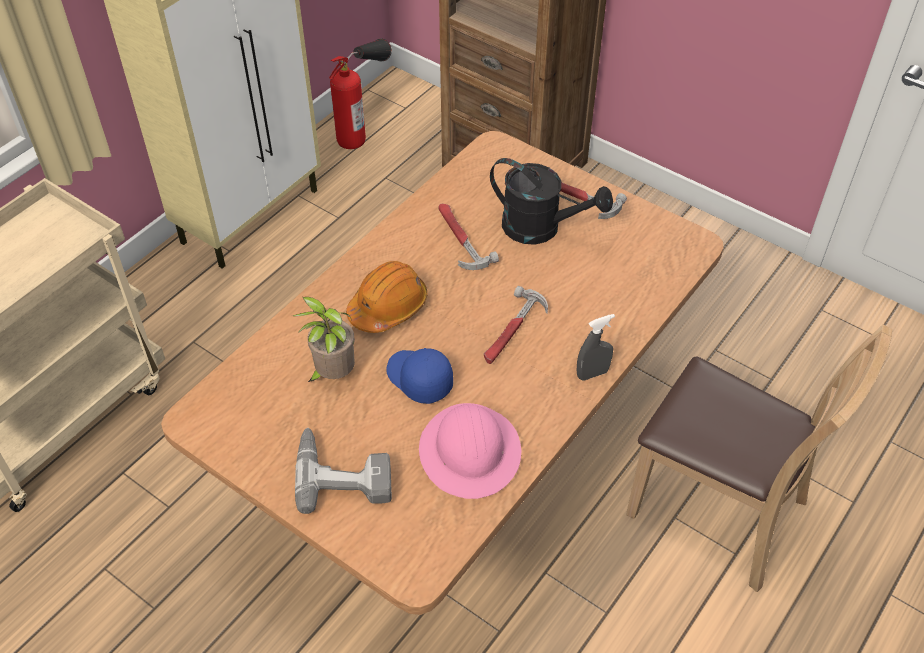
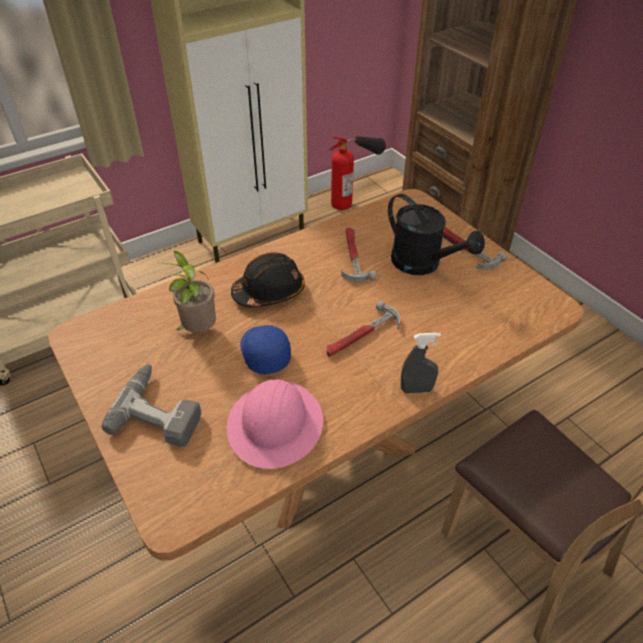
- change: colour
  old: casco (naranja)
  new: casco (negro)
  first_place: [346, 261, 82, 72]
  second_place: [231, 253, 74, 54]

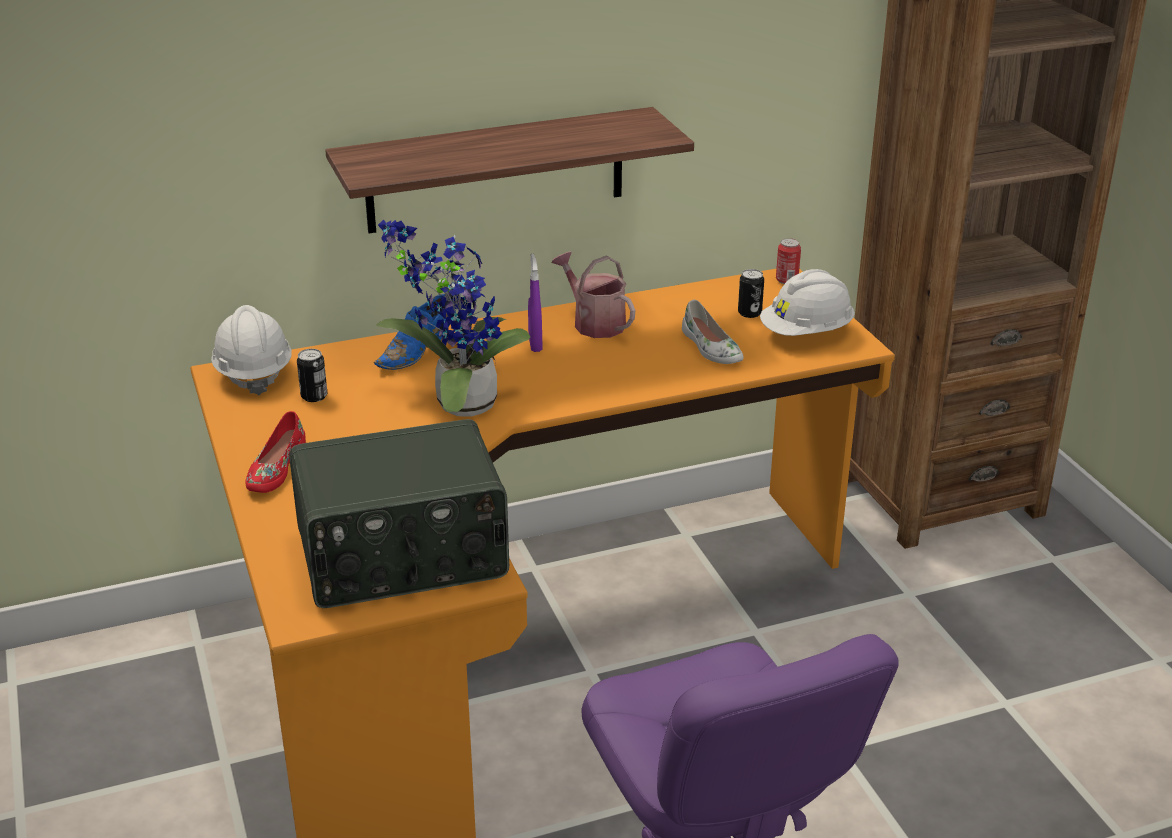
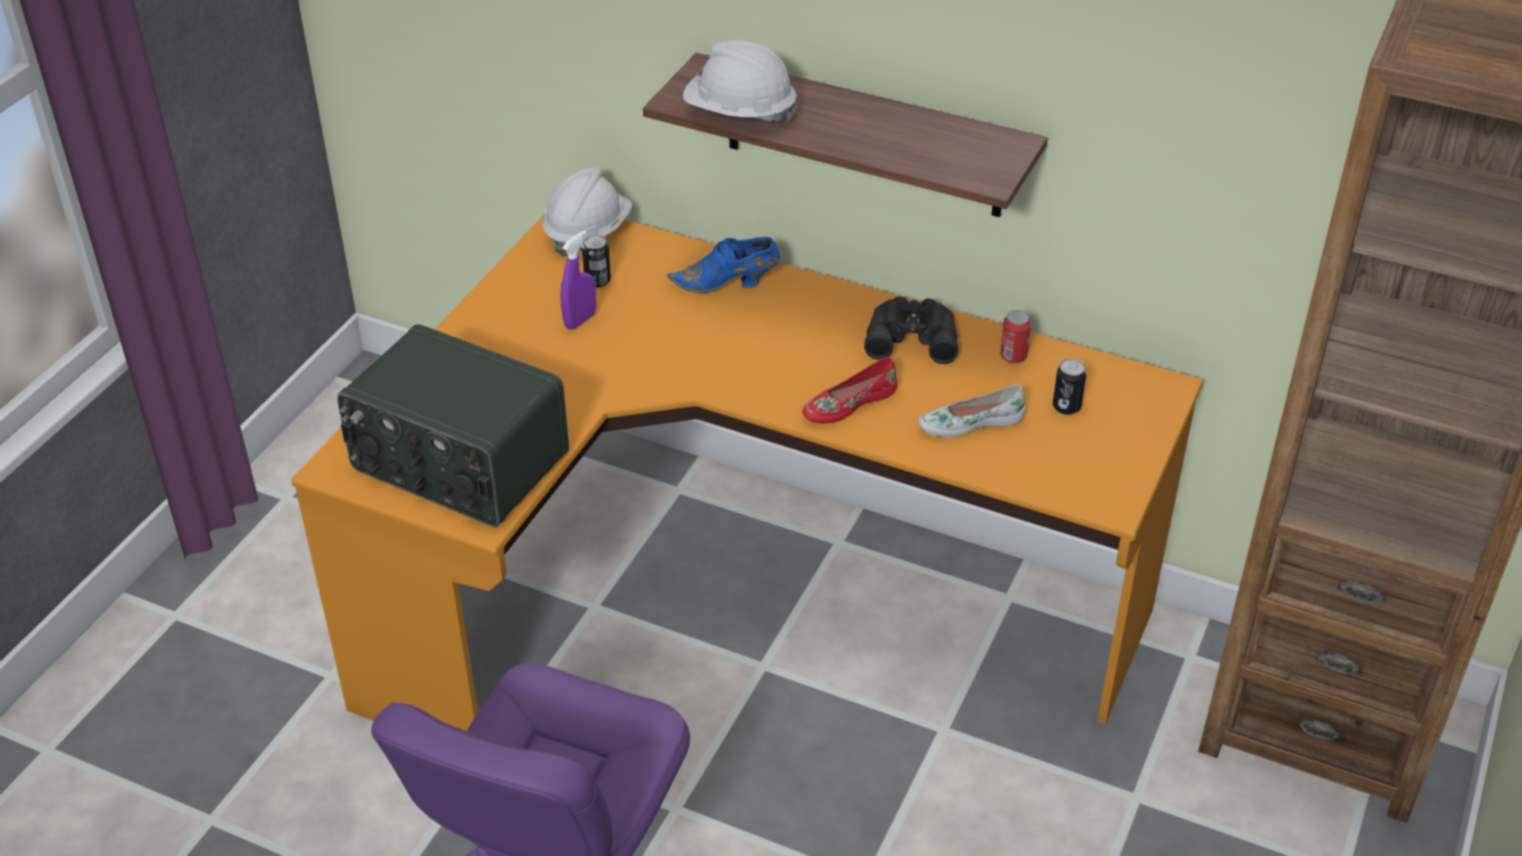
- change: missing
  old: planta en maceta
  first_place: [376, 220, 154, 197]
- change: relocated
  old: zapato (rojo)
  first_place: [245, 411, 61, 82]
  second_place: [802, 357, 95, 67]
- change: relocated
  old: pulverizador (morado)
  first_place: [528, 254, 15, 98]
  second_place: [560, 230, 36, 100]
- change: relocated
  old: casco (blanco)
  first_place: [760, 269, 95, 67]
  second_place: [683, 40, 115, 82]
- change: relocated
  old: lata
  first_place: [776, 238, 25, 46]
  second_place: [1000, 310, 31, 53]
- change: exchanged
  old: regadera
  new: prismáticos (negro)
  first_place: [552, 252, 83, 86]
  second_place: [864, 297, 94, 67]
- change: spun
  old: zapato (blanco)
  first_place: [682, 300, 62, 64]
  second_place: [918, 384, 108, 53]
  degrees: 60

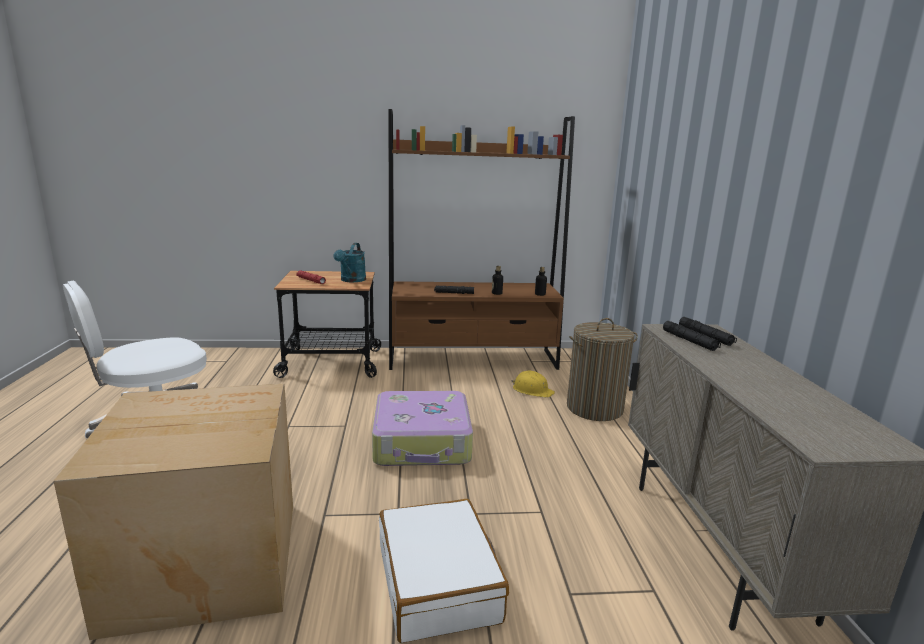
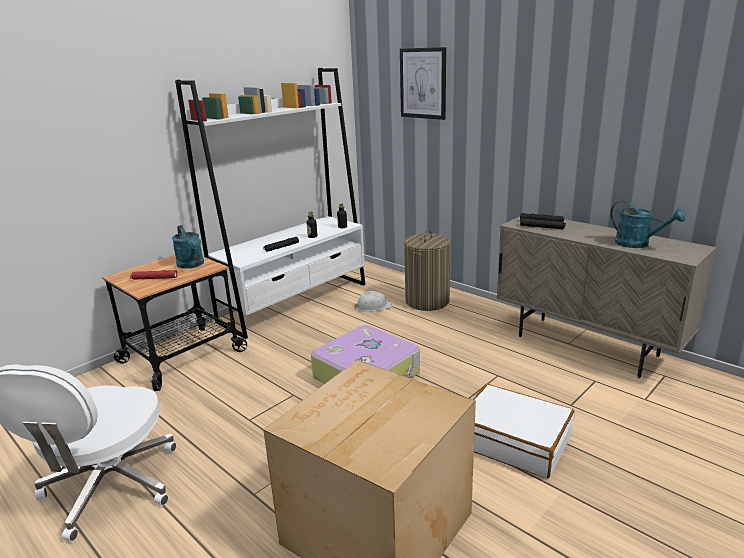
- change: appeared
  new: cuadro
  second_place: [400, 47, 46, 73]
- change: appeared
  new: regadera (turquesa)
  second_place: [610, 201, 76, 47]
- change: colour
  old: estantería (marrón)
  new: estantería (blanco)
  first_place: [388, 109, 187, 261]
  second_place: [175, 68, 191, 271]
- change: colour
  old: casco (amarillo)
  new: casco (blanco)
  first_place: [512, 371, 43, 27]
  second_place: [354, 291, 38, 21]

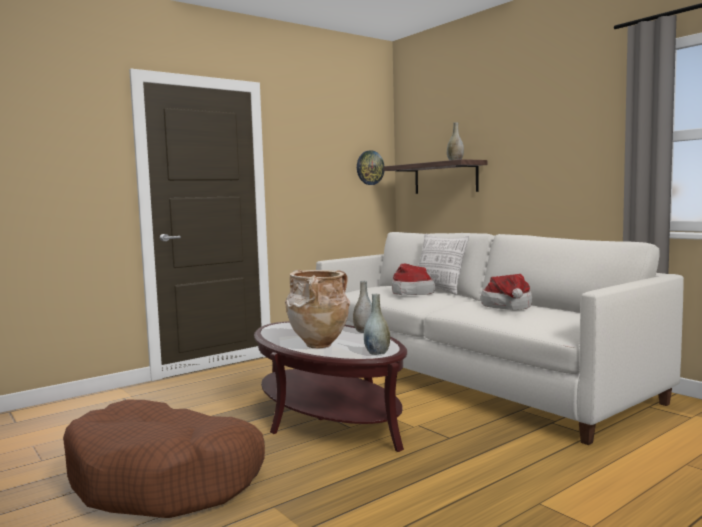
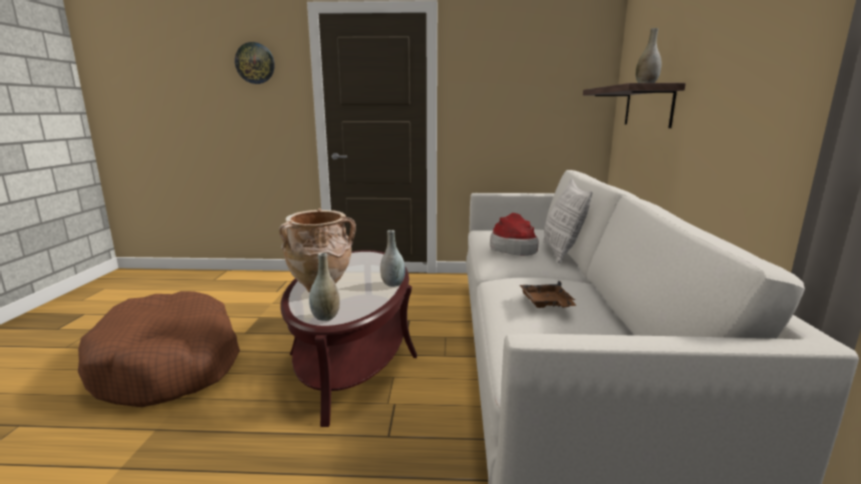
- change: relocated
  old: reloj de pared
  first_place: [357, 150, 27, 35]
  second_place: [235, 42, 40, 42]
- change: exchanged
  old: sombrero
  new: bandeja (marrón)
  first_place: [481, 274, 51, 36]
  second_place: [519, 281, 58, 27]

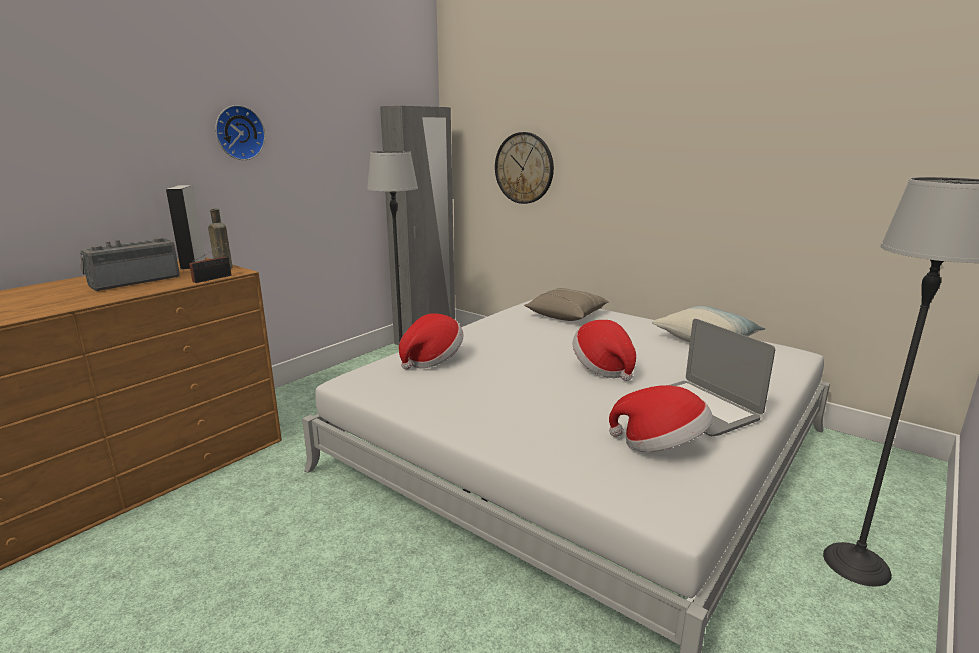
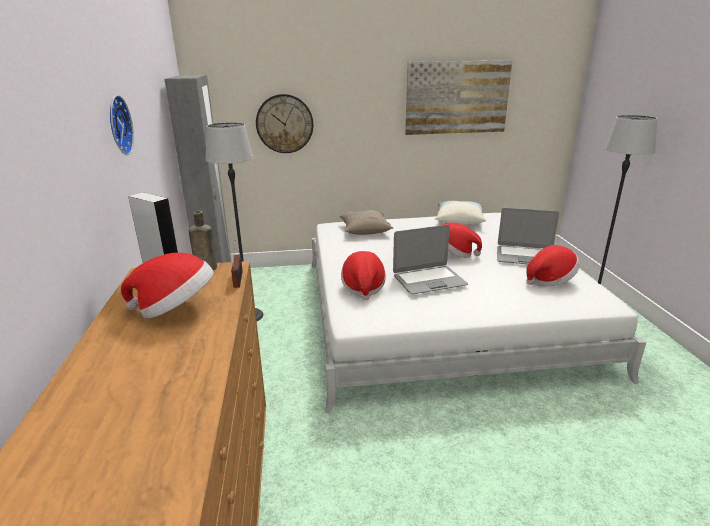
- change: appeared
  new: portátil
  second_place: [393, 225, 75, 69]
- change: appeared
  new: cuadro
  second_place: [405, 60, 107, 75]
- change: exchanged
  old: radio
  new: sombrero
  first_place: [80, 238, 100, 53]
  second_place: [121, 253, 93, 65]

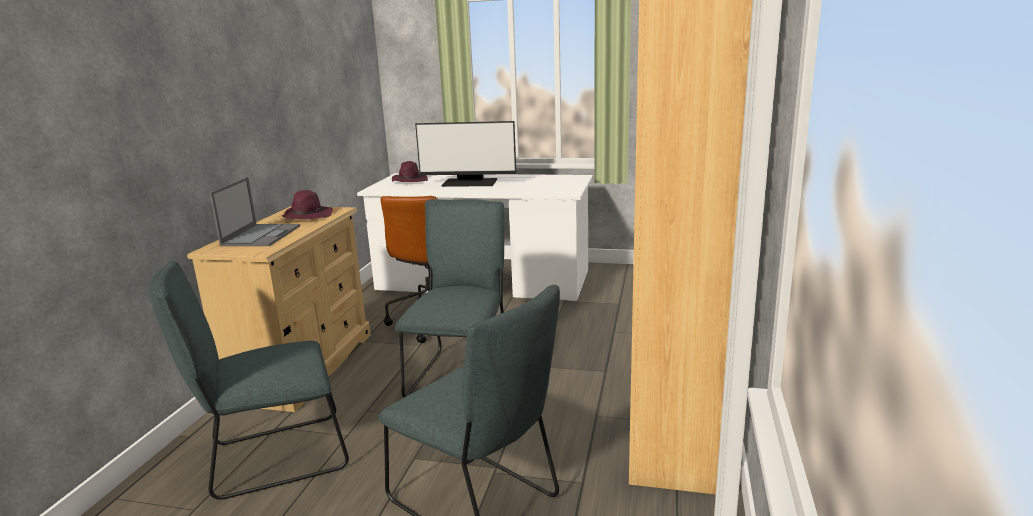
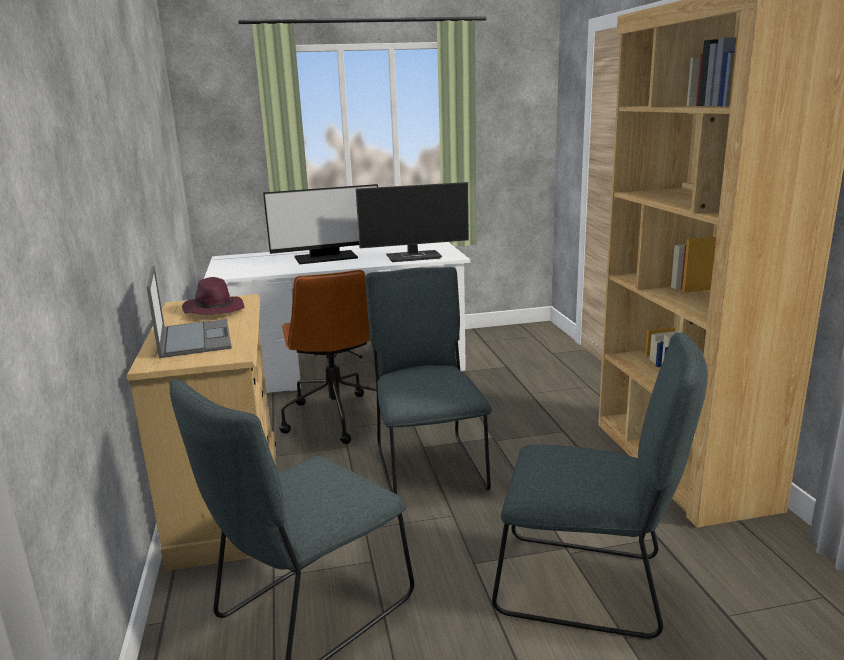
- change: missing
  old: sombrero (morado)
  first_place: [392, 161, 36, 21]
- change: appeared
  new: monitor
  second_place: [356, 182, 113, 80]

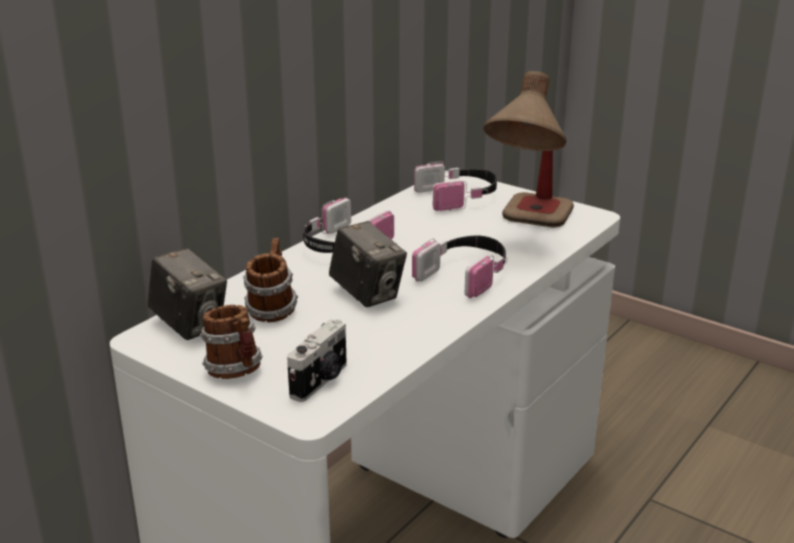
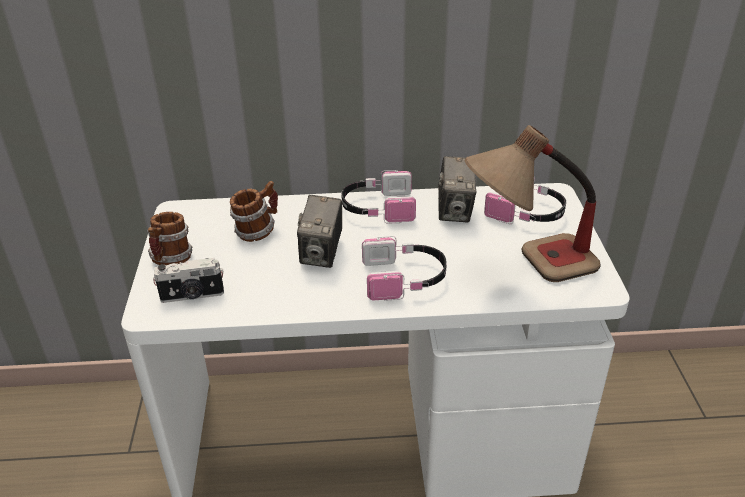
- change: relocated
  old: cámara
  first_place: [148, 248, 79, 92]
  second_place: [438, 156, 39, 66]

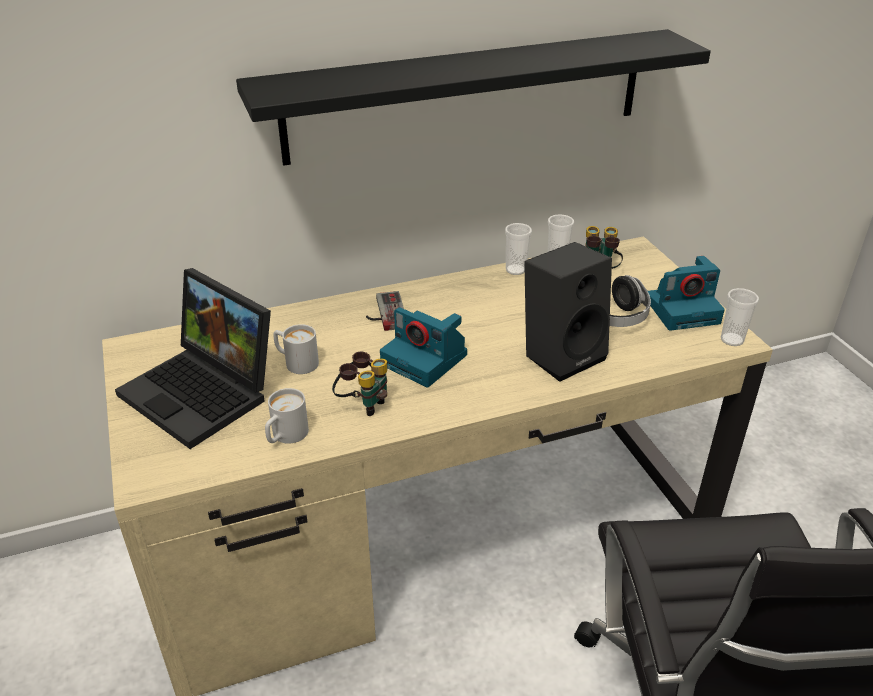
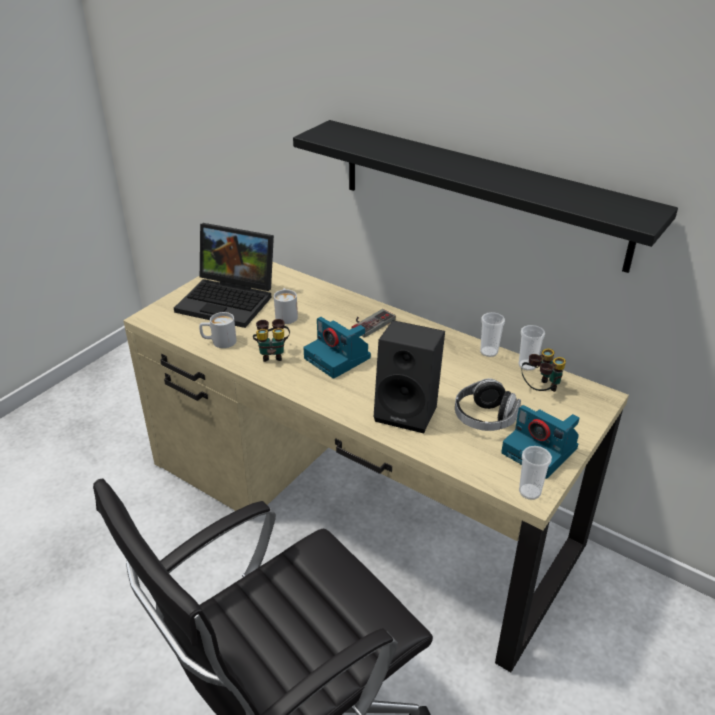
- change: spun
  old: portátil
  first_place: [115, 268, 156, 181]
  second_place: [174, 223, 100, 105]
  degrees: -75
- change: spun
  old: cámara
  first_place: [380, 307, 87, 80]
  second_place: [303, 317, 68, 62]
  degrees: -45

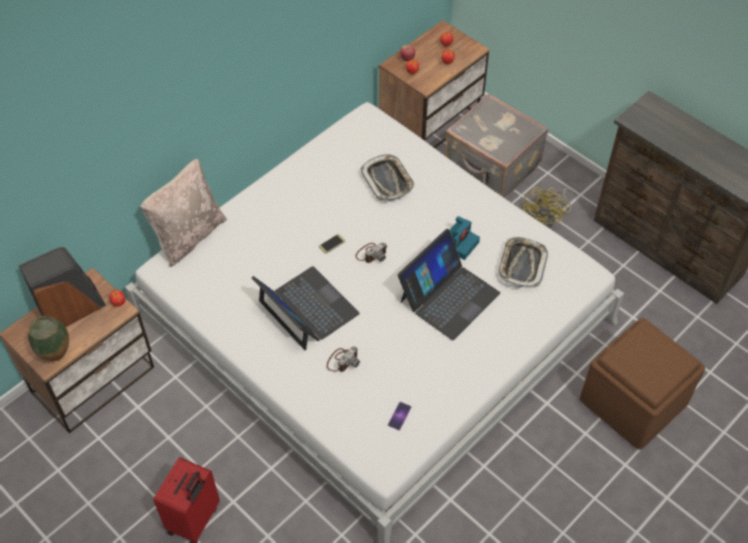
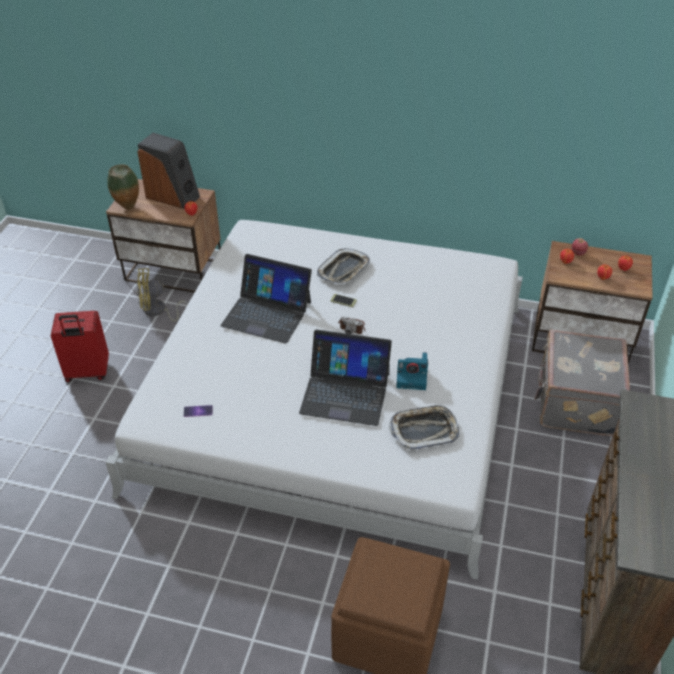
- change: missing
  old: cojín (beis)
  first_place: [140, 159, 87, 108]
- change: missing
  old: cámara
  first_place: [327, 347, 33, 25]
- change: relocated
  old: bandeja
  first_place: [360, 154, 55, 48]
  second_place: [317, 248, 53, 35]
- change: relocated
  old: ventilador (amarillo)
  first_place: [523, 187, 49, 41]
  second_place: [137, 268, 51, 54]
- change: spun
  old: portátil
  first_place: [252, 266, 108, 85]
  second_place: [221, 254, 91, 90]
  degrees: 90

